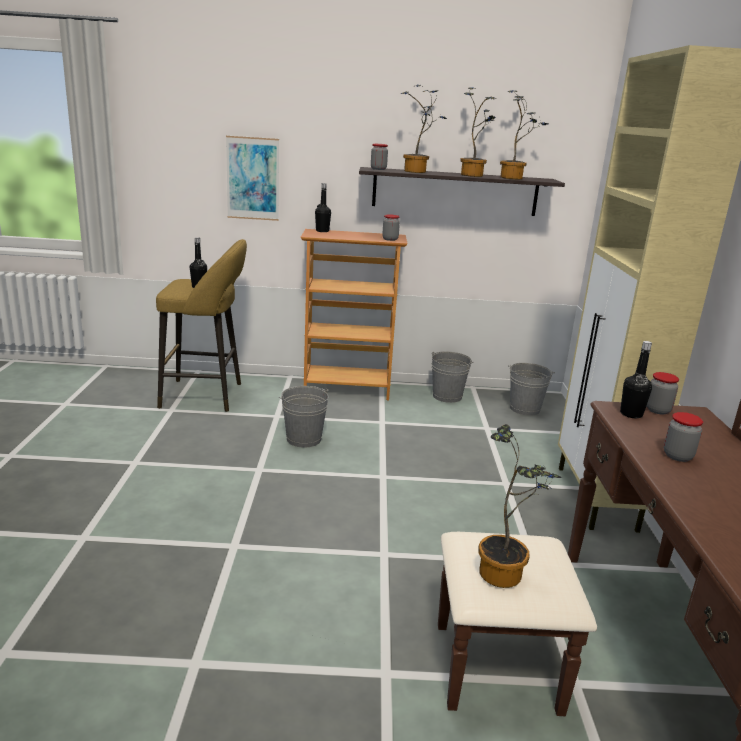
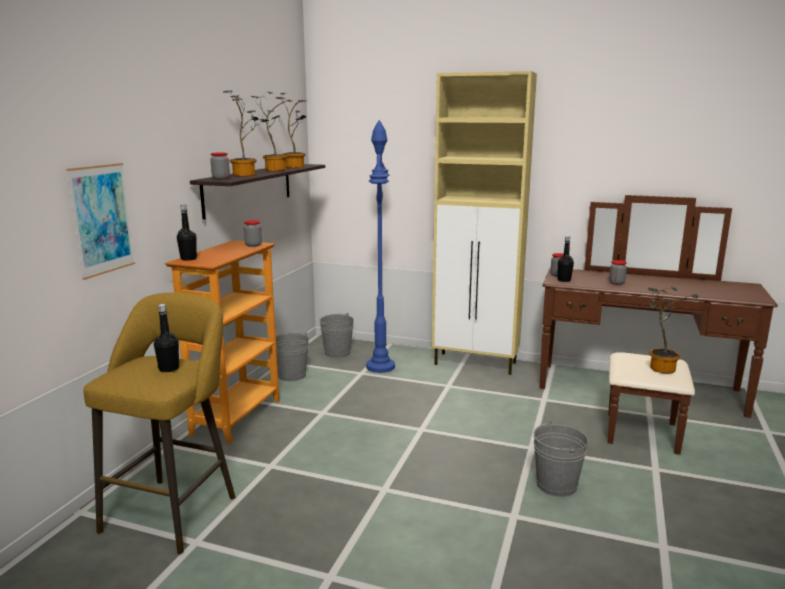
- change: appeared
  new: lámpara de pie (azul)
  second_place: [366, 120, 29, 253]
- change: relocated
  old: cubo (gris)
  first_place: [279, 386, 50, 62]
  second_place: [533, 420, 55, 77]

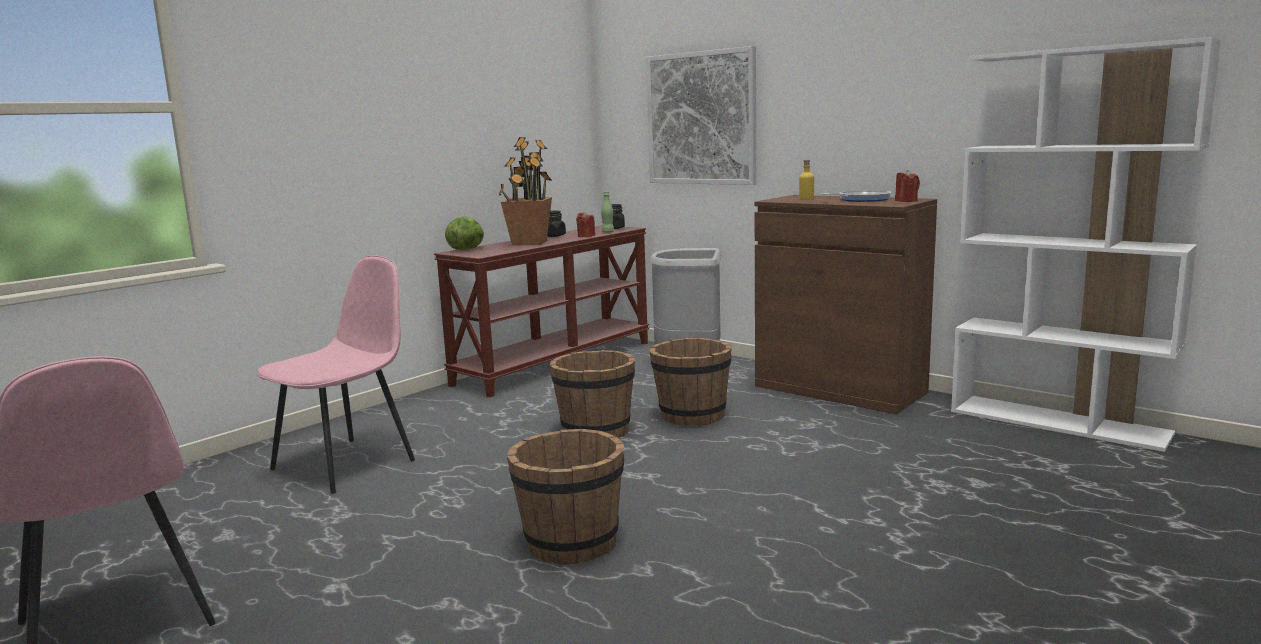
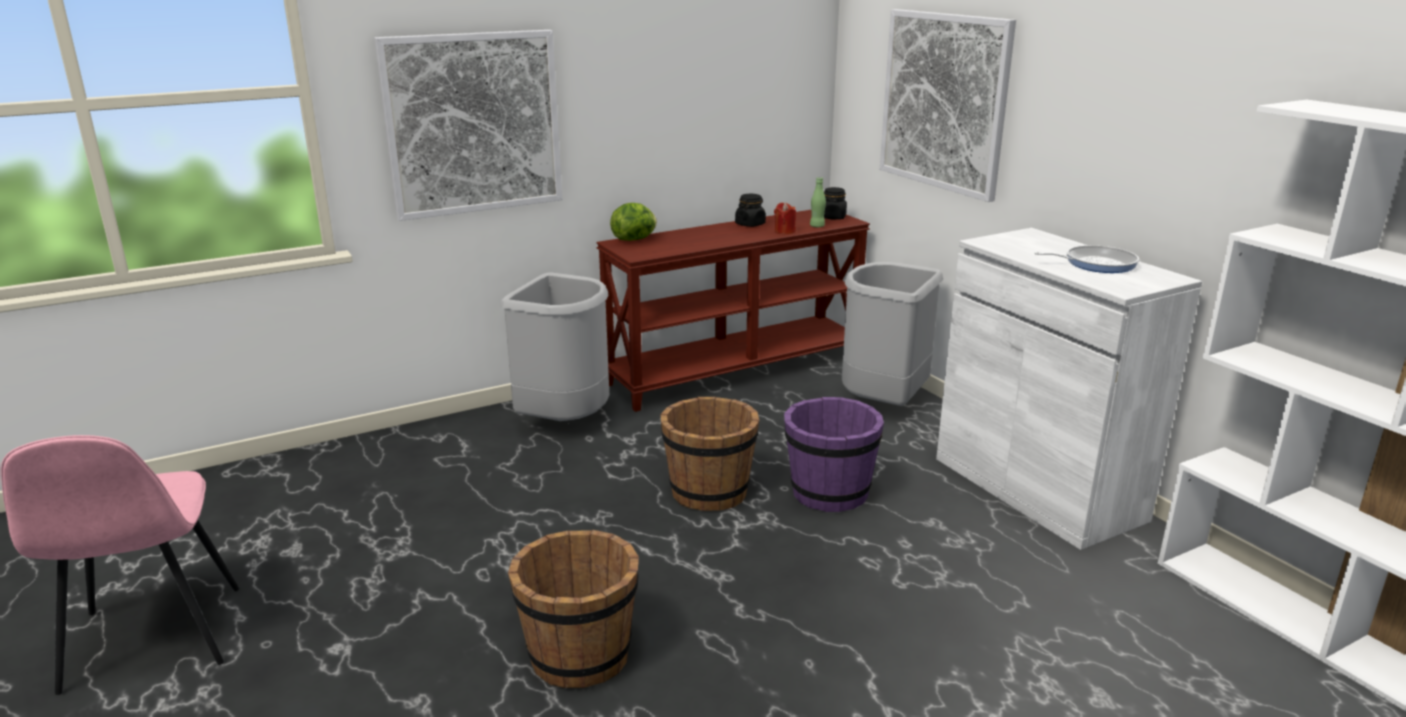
- change: missing
  old: silla (rosa)
  first_place: [257, 255, 158, 239]
- change: missing
  old: planta en maceta
  first_place: [499, 137, 53, 109]
- change: missing
  old: botella (amarillo)
  first_place: [799, 160, 15, 40]
- change: missing
  old: vela (rojo)
  first_place: [895, 170, 25, 32]
- change: appeared
  new: cuadro
  second_place: [374, 30, 188, 191]
- change: appeared
  new: papelera (gris)
  second_place: [501, 272, 108, 149]
- change: colour
  old: cubo (marrón)
  new: cubo (morado)
  first_place: [649, 338, 83, 88]
  second_place: [784, 397, 100, 115]
- change: colour
  old: armario (marrón)
  new: armario (blanco)
  first_place: [755, 195, 182, 219]
  second_place: [936, 228, 266, 322]

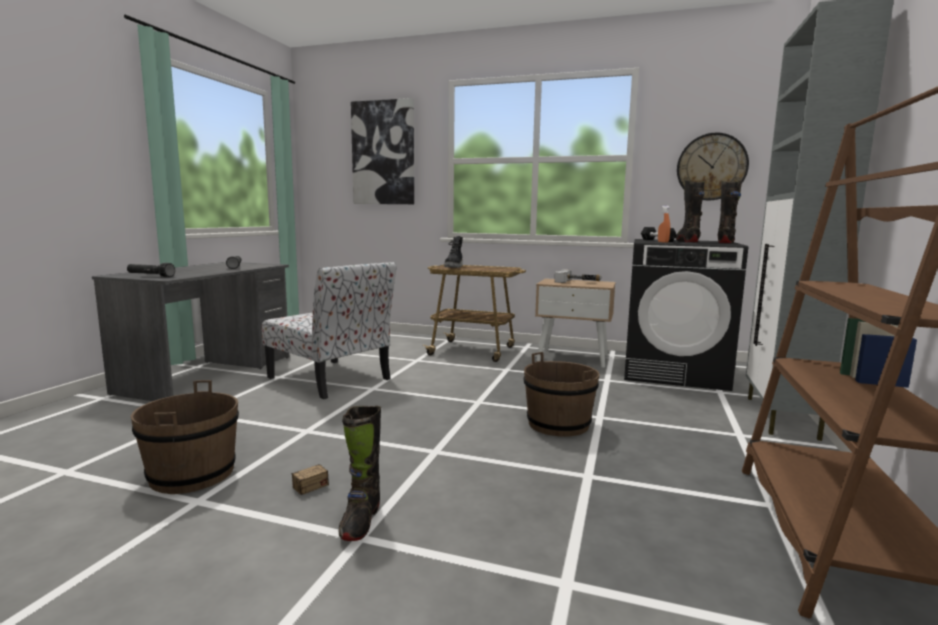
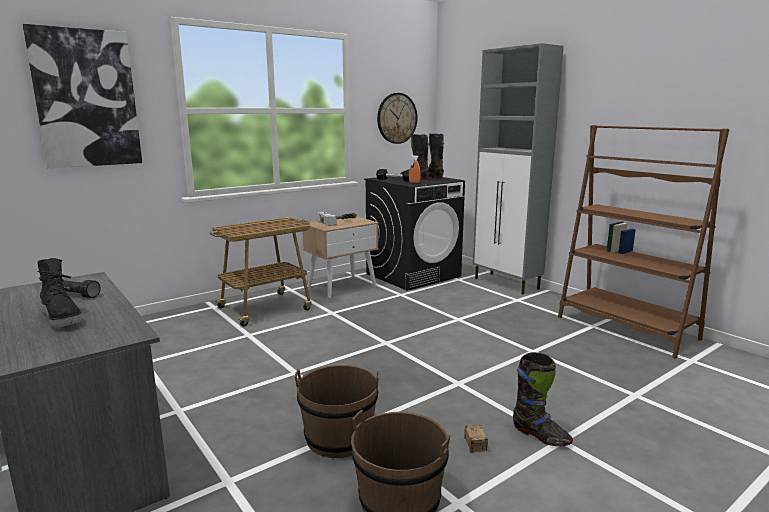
- change: missing
  old: linterna (negro)
  first_place: [127, 263, 48, 14]
- change: missing
  old: silla
  first_place: [262, 262, 134, 137]
- change: relocated
  old: bota (negro)
  first_place: [444, 236, 19, 32]
  second_place: [36, 258, 46, 70]
- change: relocated
  old: cubo (marrón)
  first_place: [524, 352, 76, 85]
  second_place: [295, 365, 85, 93]

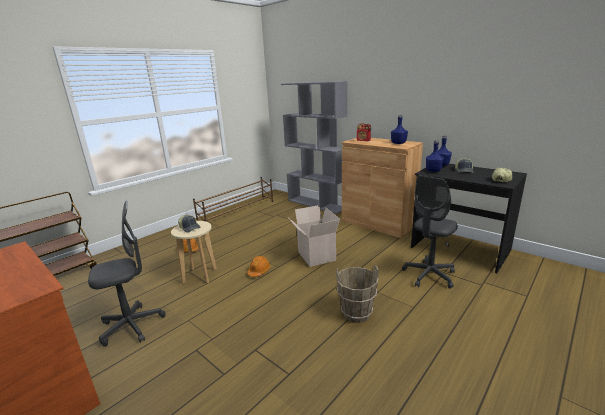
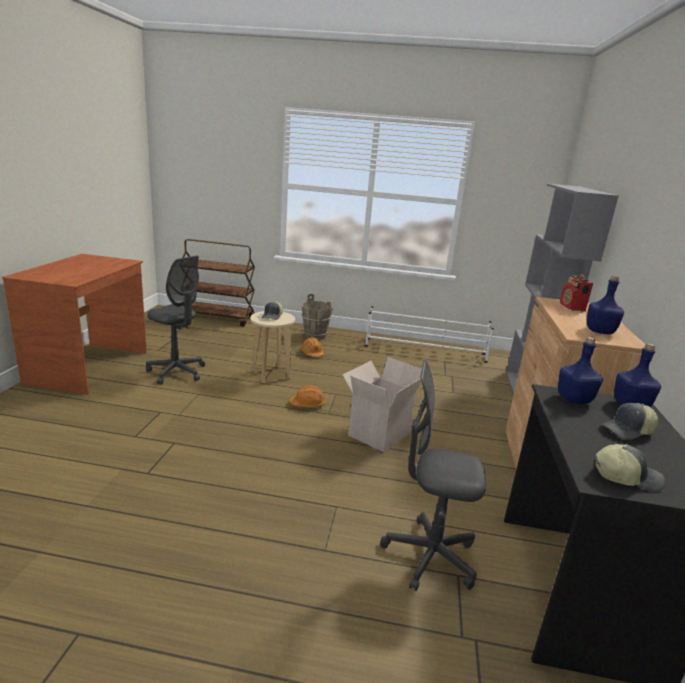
- change: relocated
  old: cubo (marrón)
  first_place: [336, 265, 43, 58]
  second_place: [301, 294, 32, 46]
- change: colour
  old: zapatero (marrón)
  new: zapatero (blanco)
  first_place: [193, 177, 80, 45]
  second_place: [365, 306, 129, 57]

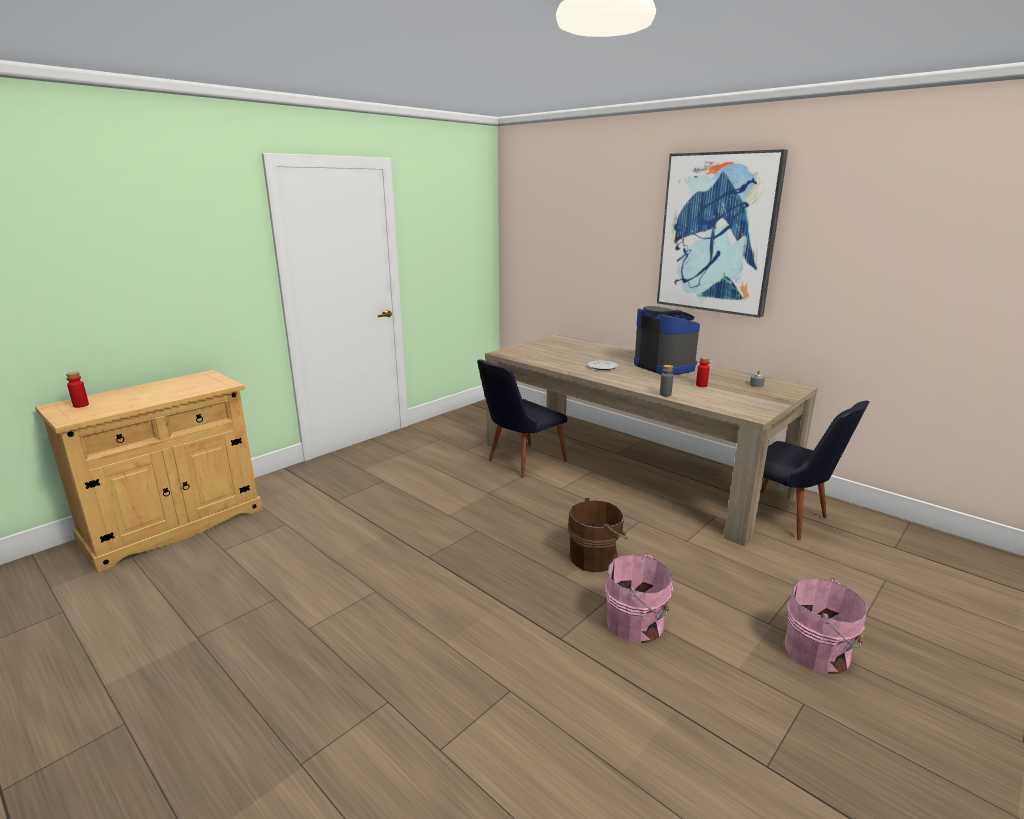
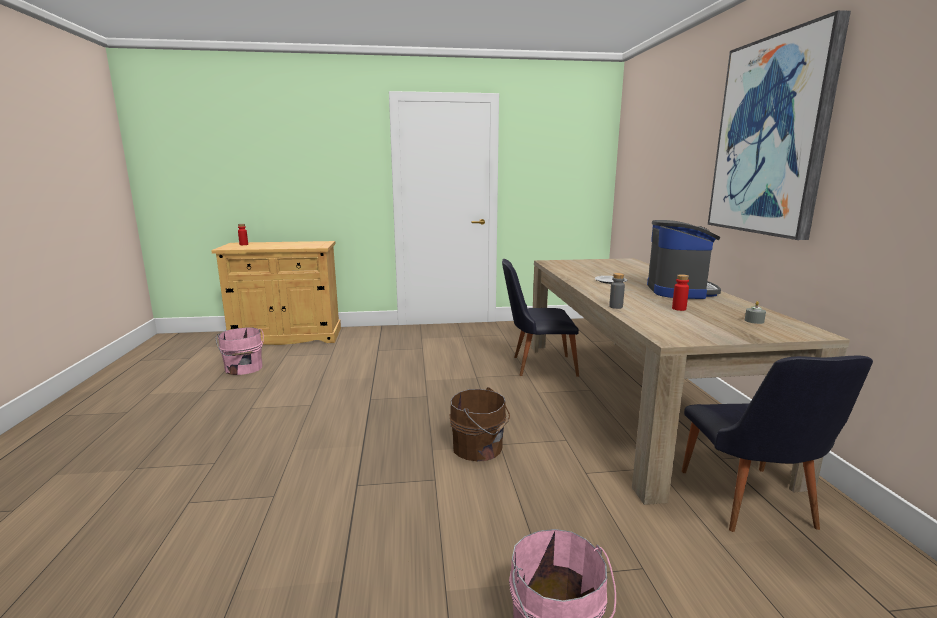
- change: relocated
  old: cubo (rosa)
  first_place: [605, 553, 68, 90]
  second_place: [215, 327, 49, 48]

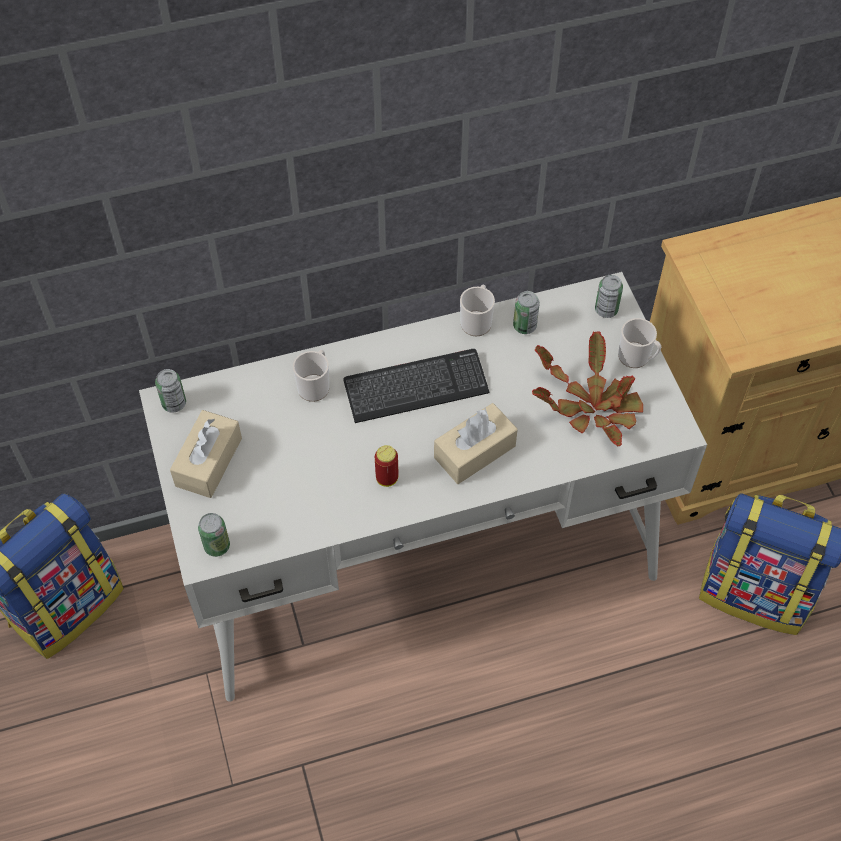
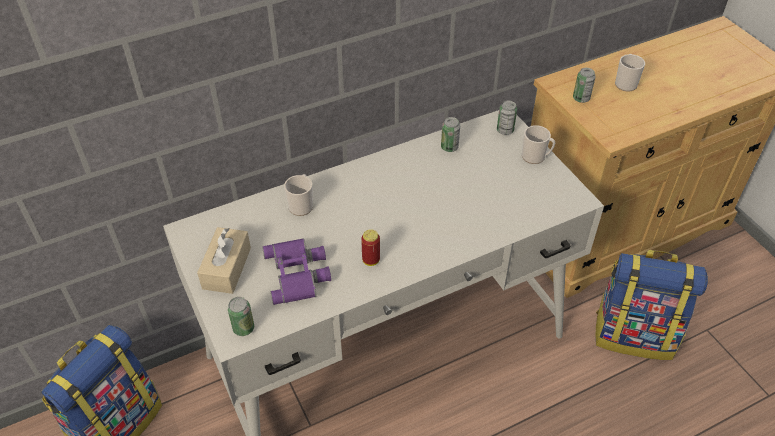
- change: missing
  old: teclado
  first_place: [344, 349, 145, 74]
- change: missing
  old: caja de pañuelos (beis)
  first_place: [434, 403, 84, 81]
- change: missing
  old: planta en maceta
  first_place: [532, 331, 111, 115]
- change: appeared
  new: prismáticos (morado)
  second_place: [262, 238, 69, 67]
- change: relocated
  old: lata
  first_place: [155, 369, 31, 44]
  second_place: [573, 68, 23, 35]
- change: relocated
  old: taza grande
  first_place: [460, 285, 35, 51]
  second_place: [615, 54, 30, 38]

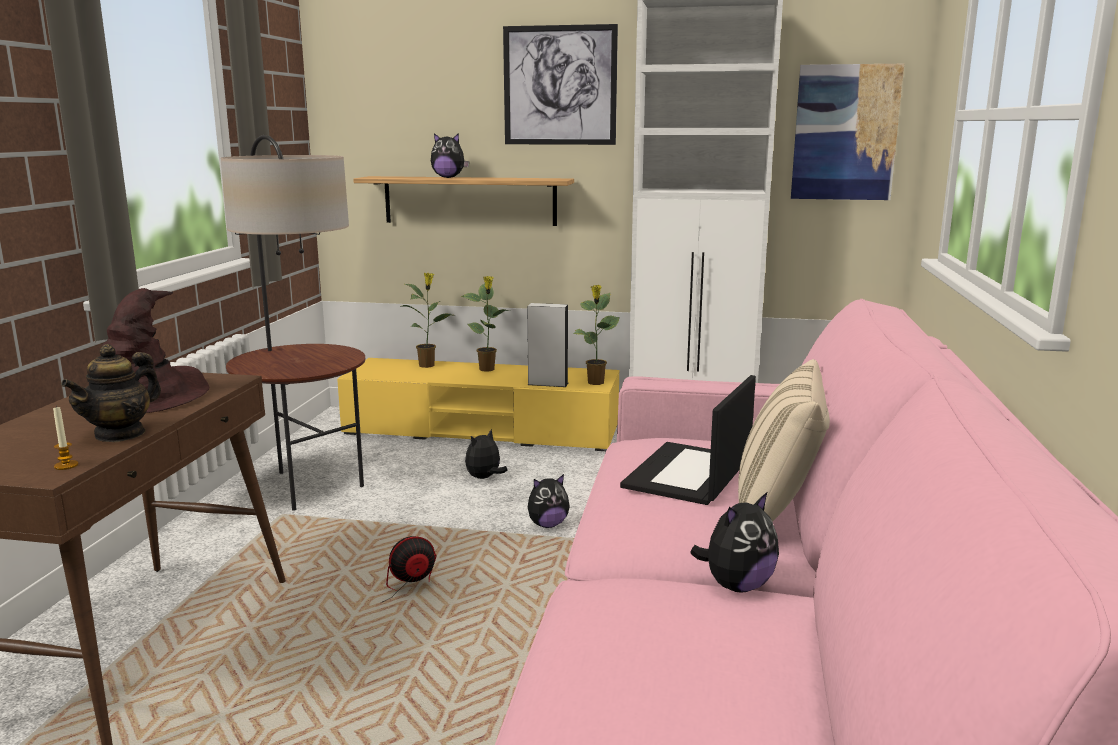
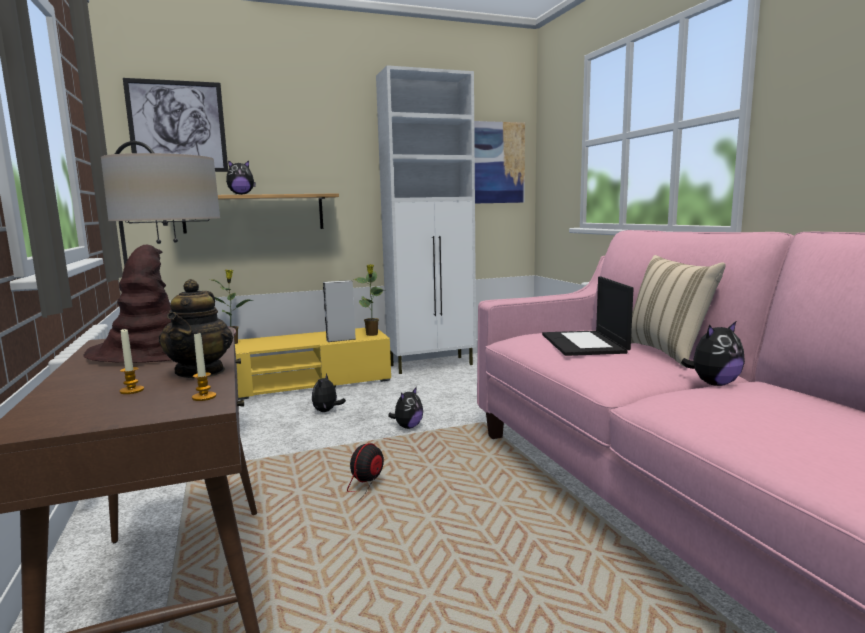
- change: missing
  old: planta en maceta
  first_place: [461, 276, 50, 95]
- change: appeared
  new: vela
  second_place: [120, 329, 24, 65]
- change: relocated
  old: cuadro
  first_place: [503, 24, 115, 121]
  second_place: [123, 78, 105, 94]
- change: spun
  old: peluche
  first_place: [690, 492, 89, 101]
  second_place: [681, 321, 64, 65]
  degrees: 45

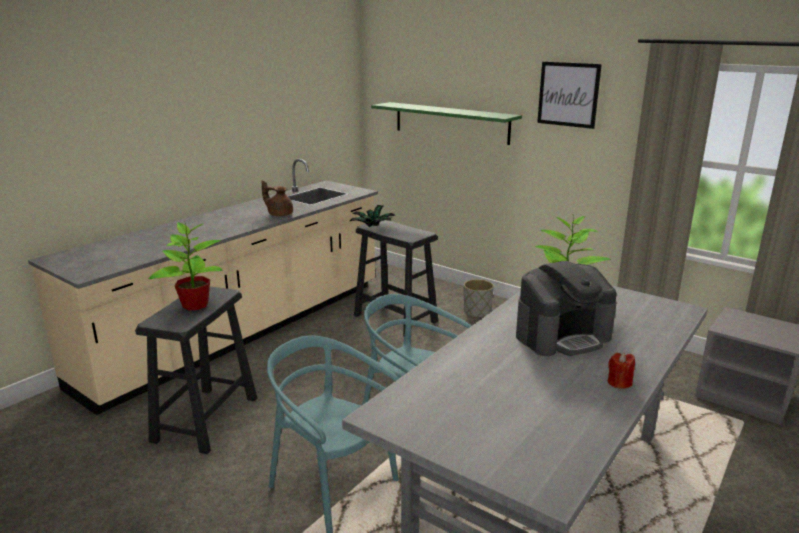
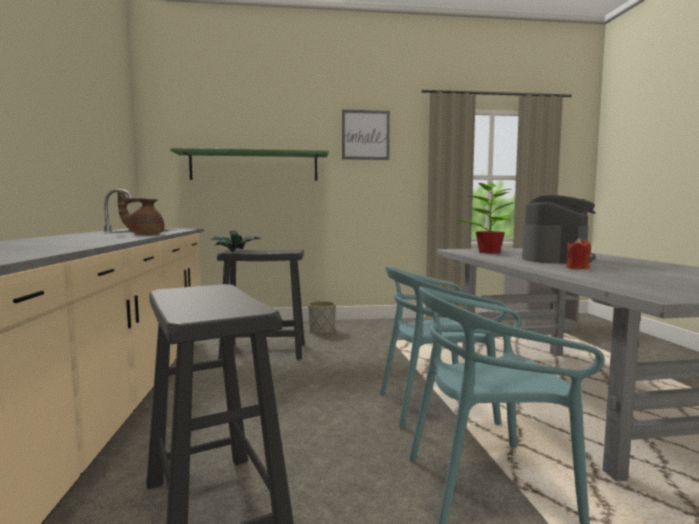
- change: missing
  old: planta en maceta
  first_place: [149, 221, 74, 89]
- change: relocated
  old: vela (rojo)
  first_place: [608, 353, 27, 36]
  second_place: [567, 238, 24, 31]

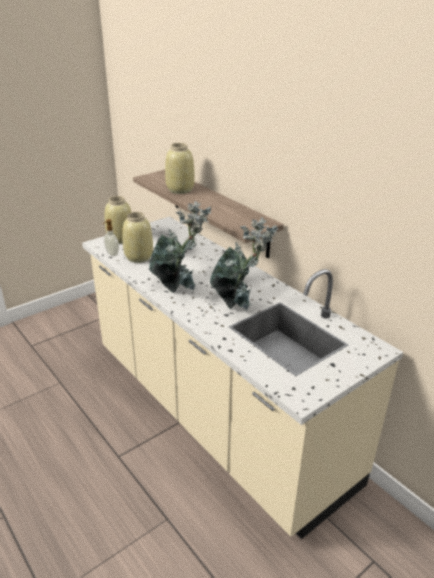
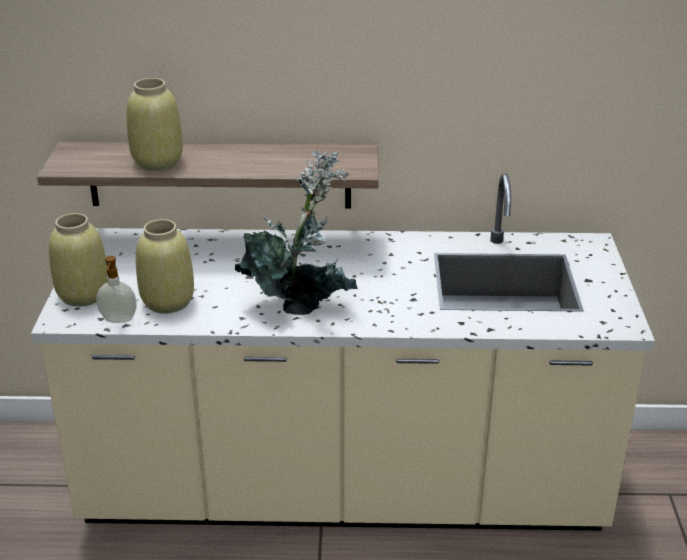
- change: missing
  old: planta en maceta
  first_place: [210, 217, 68, 94]

